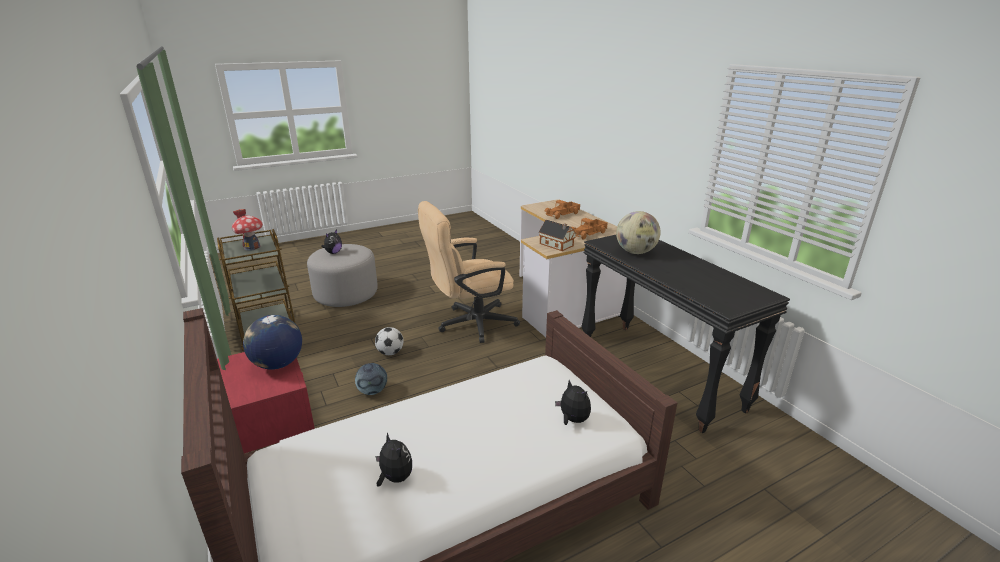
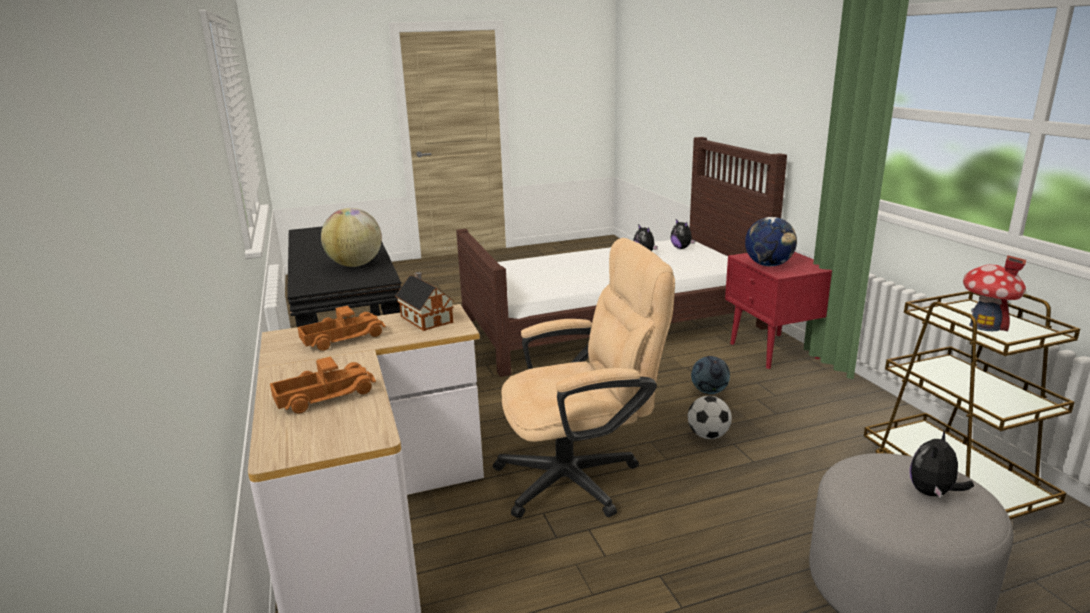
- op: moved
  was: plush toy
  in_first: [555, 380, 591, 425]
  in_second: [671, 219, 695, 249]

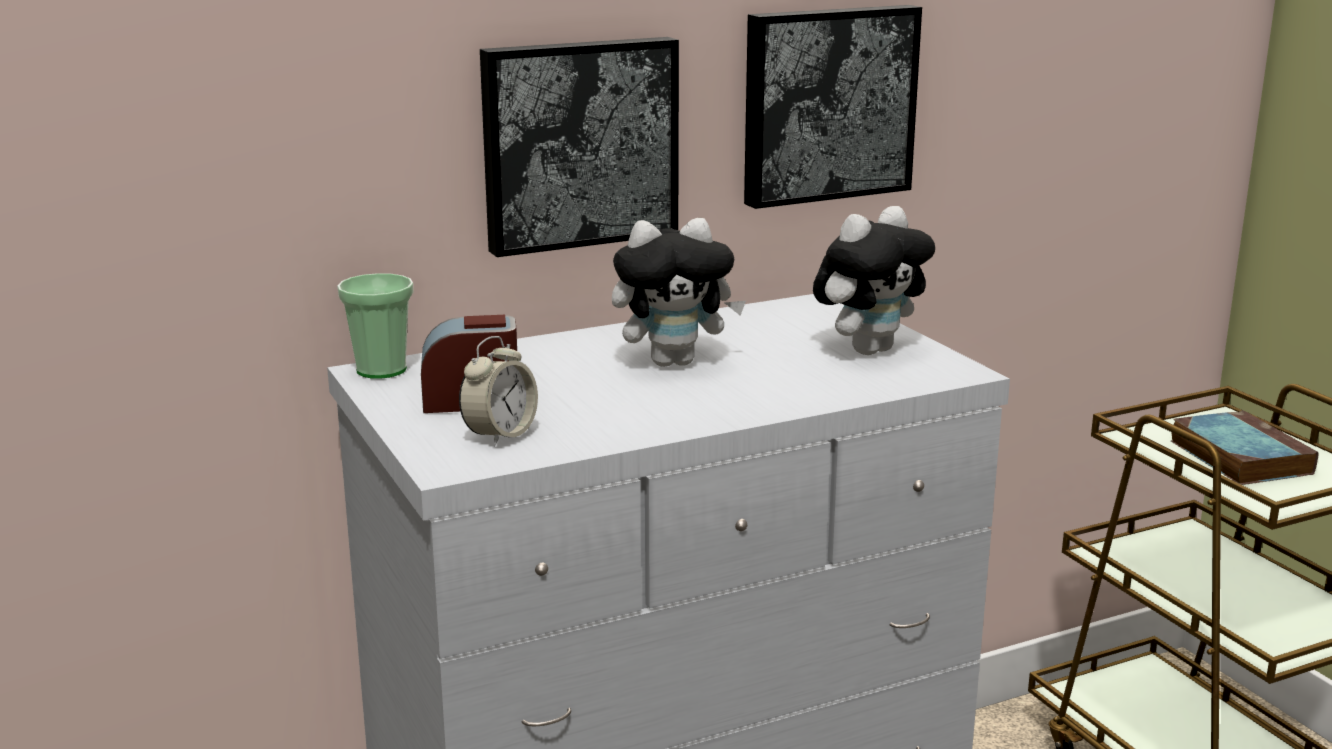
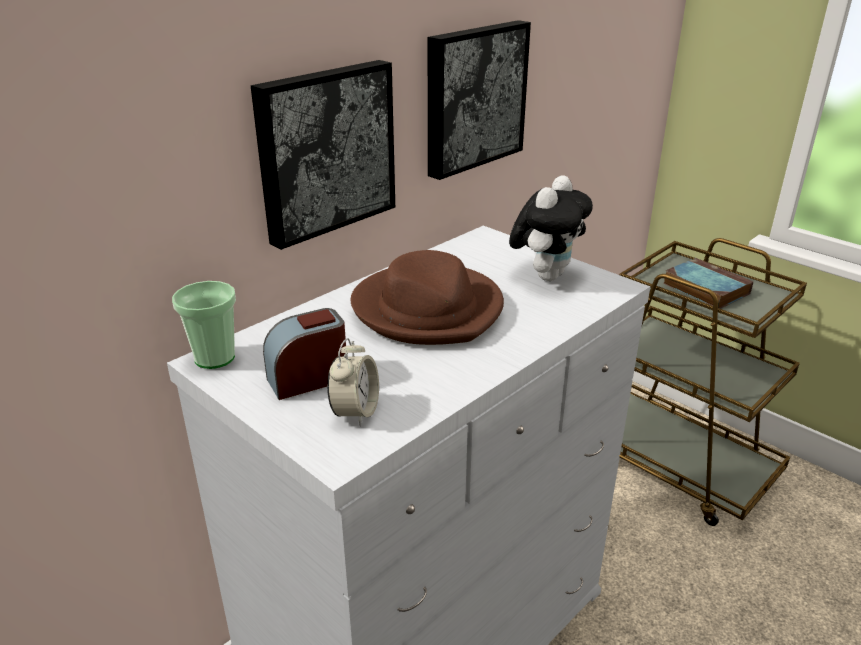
- op: replaced
  was: plush toy
  now: hat (brown)
  in_first: [612, 218, 746, 367]
  in_second: [351, 250, 504, 345]

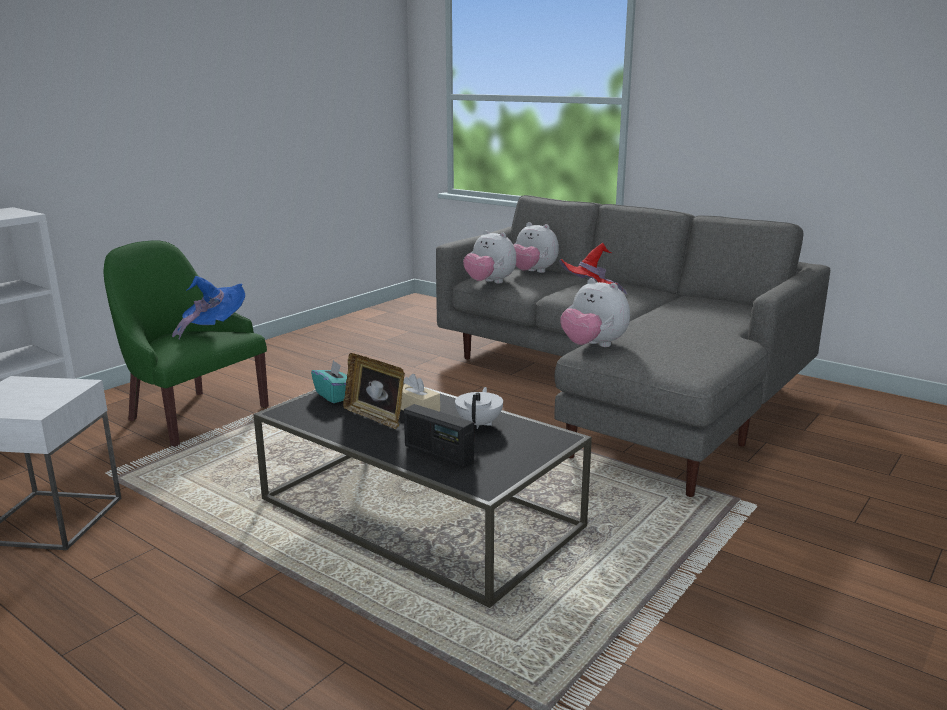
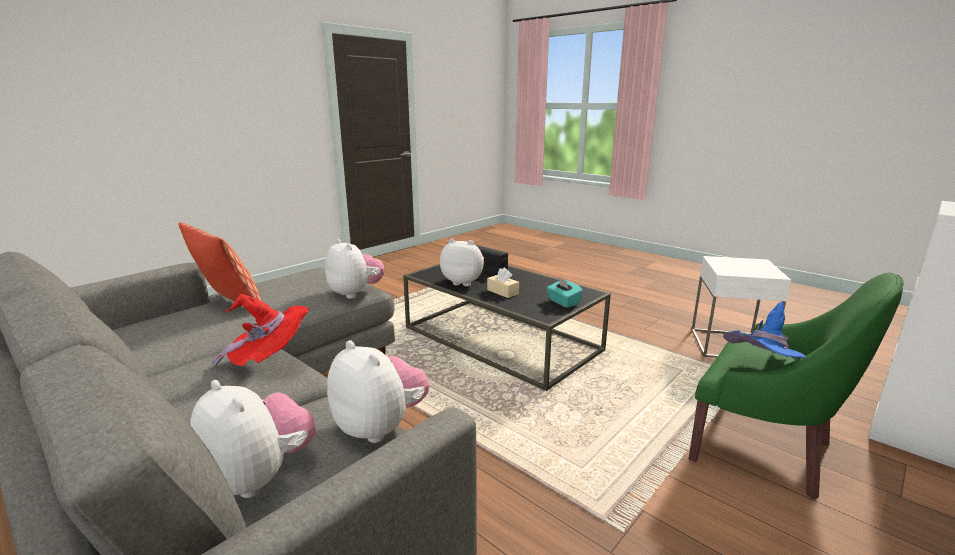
- op: removed
  was: picture frame
  in_first: [343, 353, 405, 429]
- op: replaced
  was: teapot (white)
  now: plush toy
  in_first: [455, 387, 503, 429]
  in_second: [440, 239, 484, 286]
- op: added
  now: pillow
  in_second: [179, 222, 262, 301]

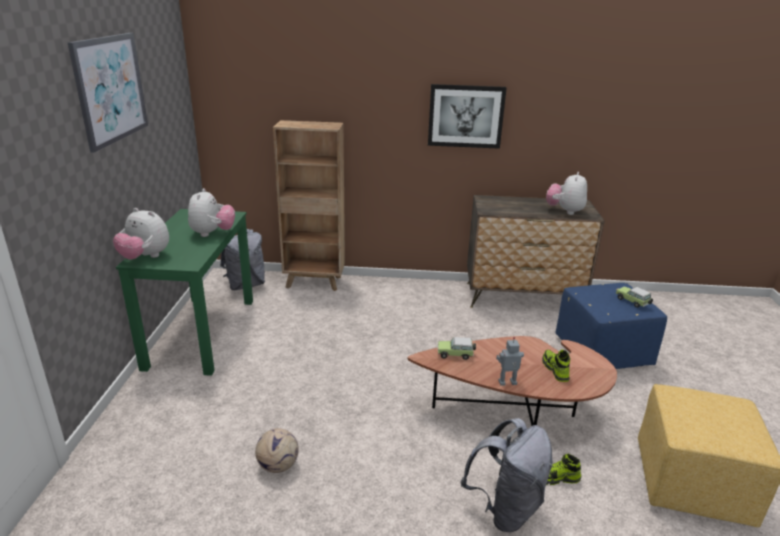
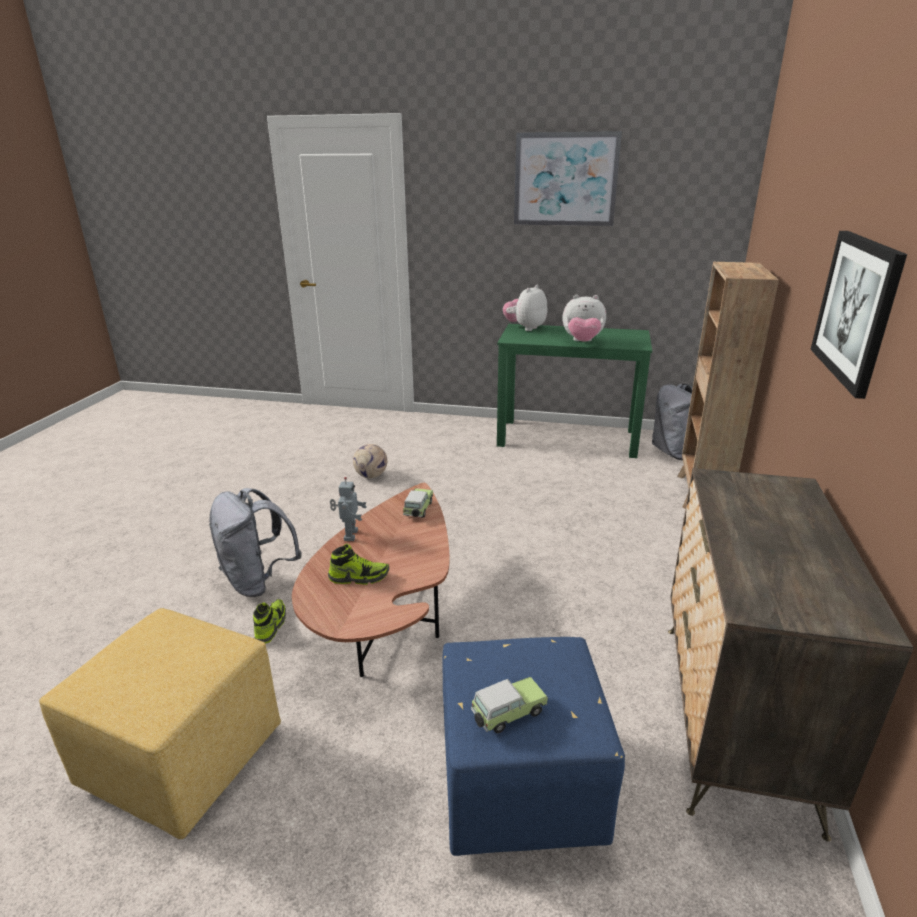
- op: removed
  was: plush toy
  in_first: [546, 172, 587, 215]

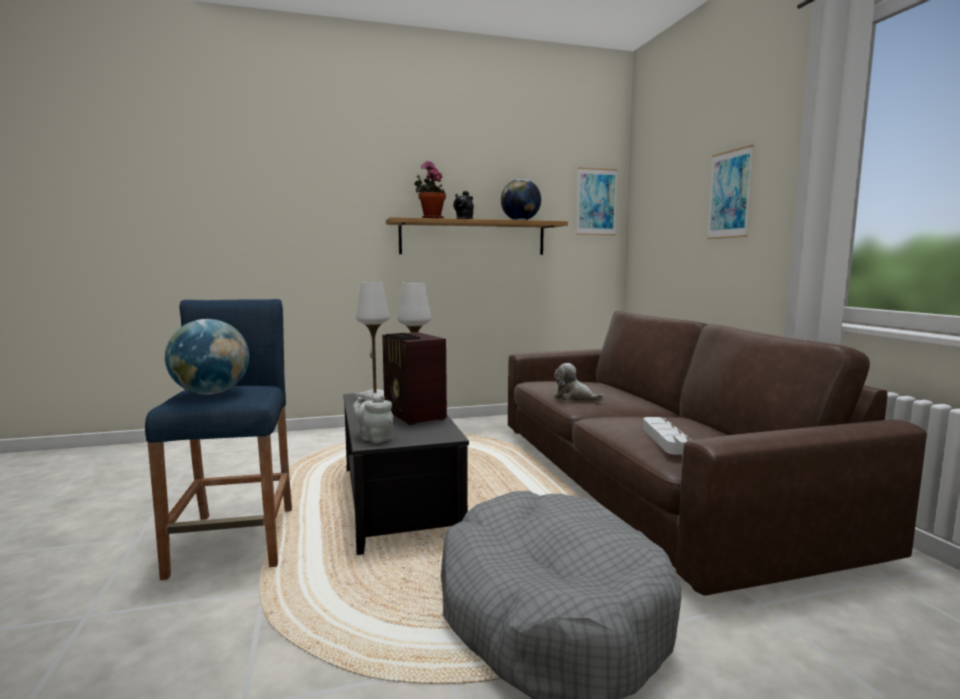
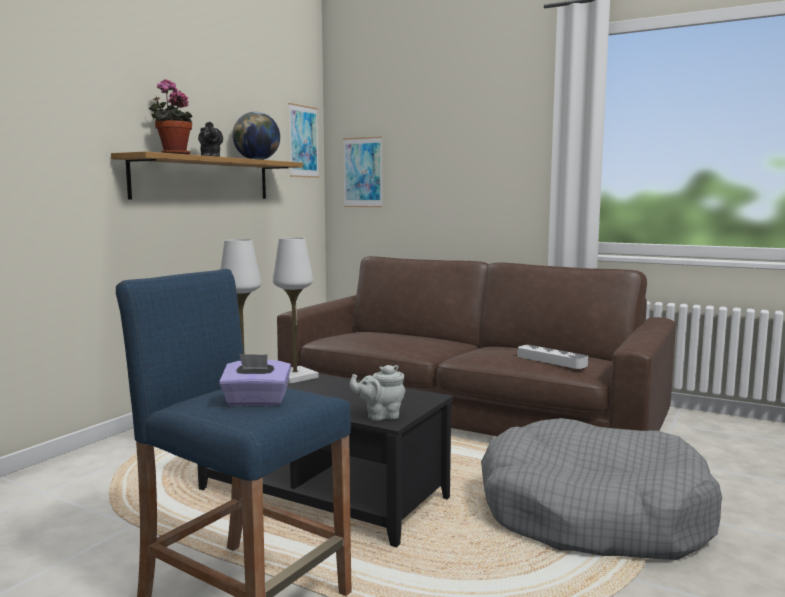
- op: moved
  was: picture
  in_first: [707, 145, 754, 239]
  in_second: [343, 136, 383, 207]
- op: replaced
  was: globe
  now: tissue box (purple)
  in_first: [165, 319, 249, 395]
  in_second: [219, 354, 291, 406]
- op: removed
  was: radio
  in_first: [382, 332, 447, 425]
- op: removed
  was: plush toy
  in_first: [554, 363, 604, 401]

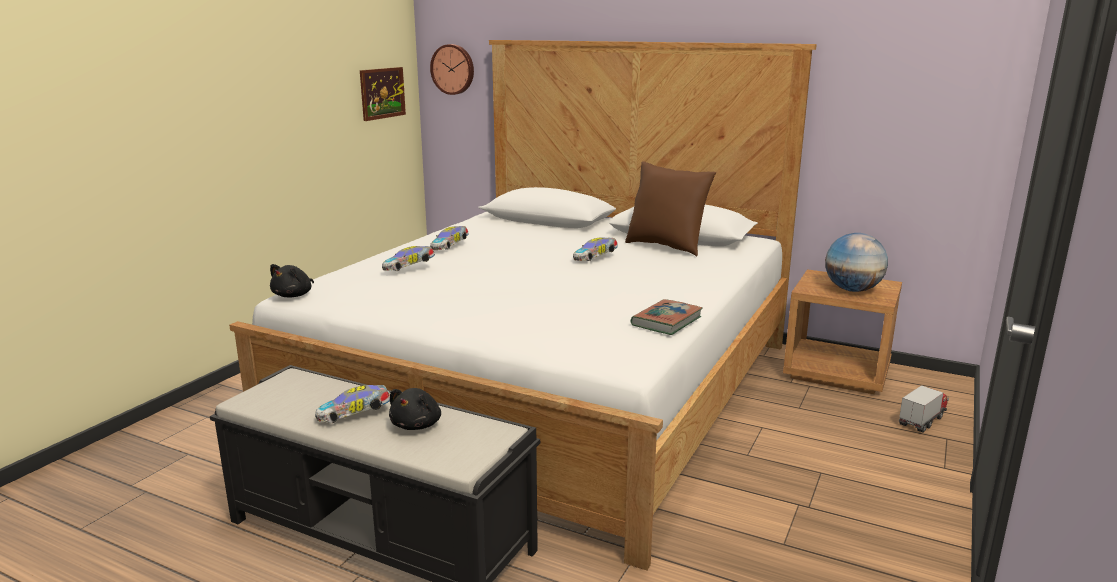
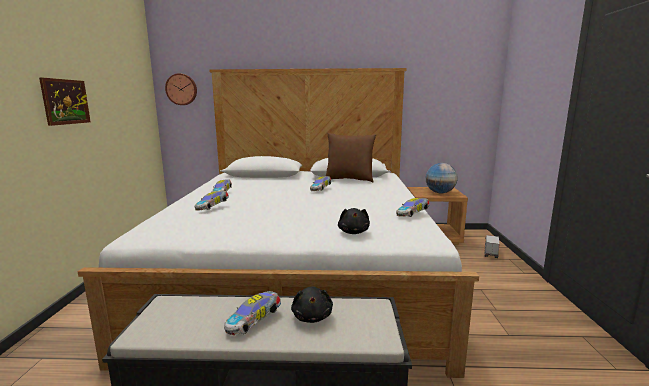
- op: moved
  was: picture
  in_first: [360, 67, 406, 121]
  in_second: [39, 77, 91, 126]
- op: moved
  was: plush toy (black)
  in_first: [270, 264, 314, 297]
  in_second: [338, 208, 370, 234]
- op: replaced
  was: book
  now: toy car
  in_first: [631, 299, 703, 335]
  in_second: [396, 198, 430, 217]

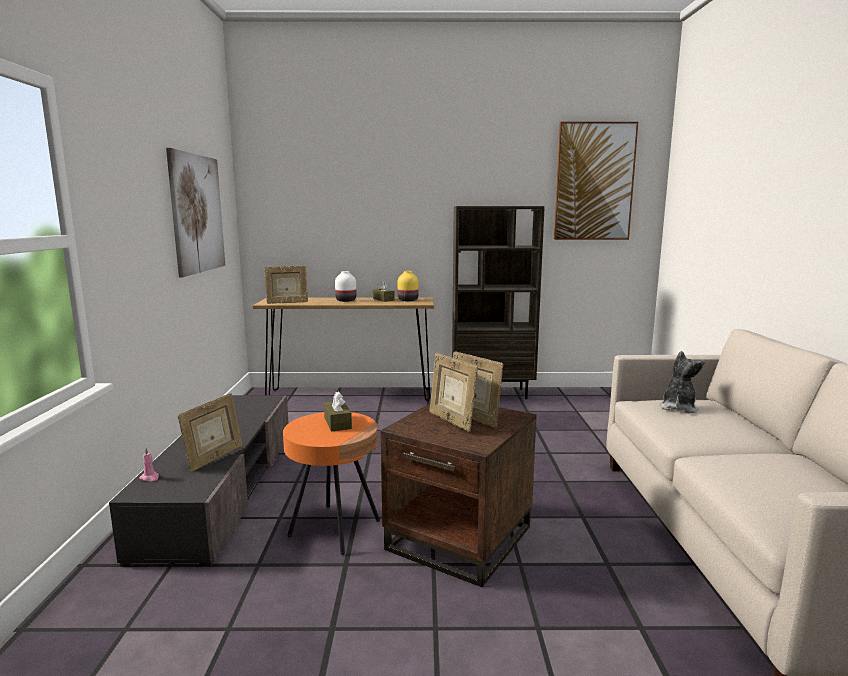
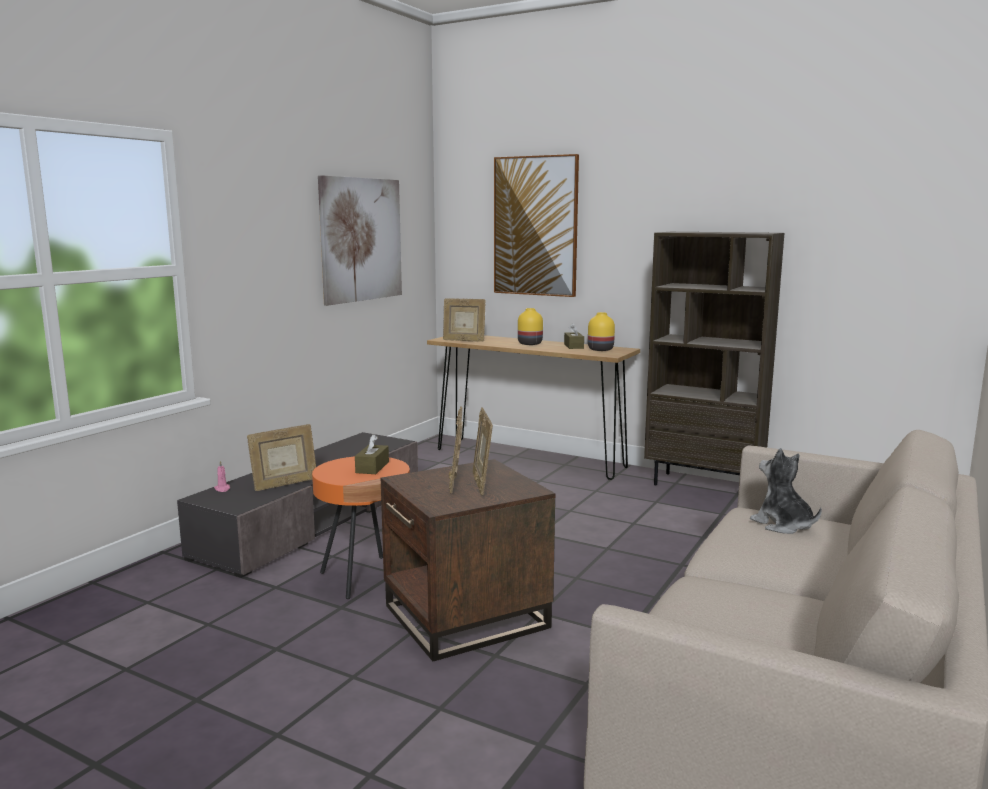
- op: moved
  was: picture
  in_first: [554, 122, 638, 240]
  in_second: [494, 154, 579, 297]
- op: recoloured
  was: vase (white)
  now: vase (yellow)
  in_first: [335, 271, 356, 302]
  in_second: [518, 308, 543, 345]
- op: turned
  was: plush toy
  in_first: [659, 351, 705, 413]
  in_second: [750, 448, 822, 534]
  clockwise: -90

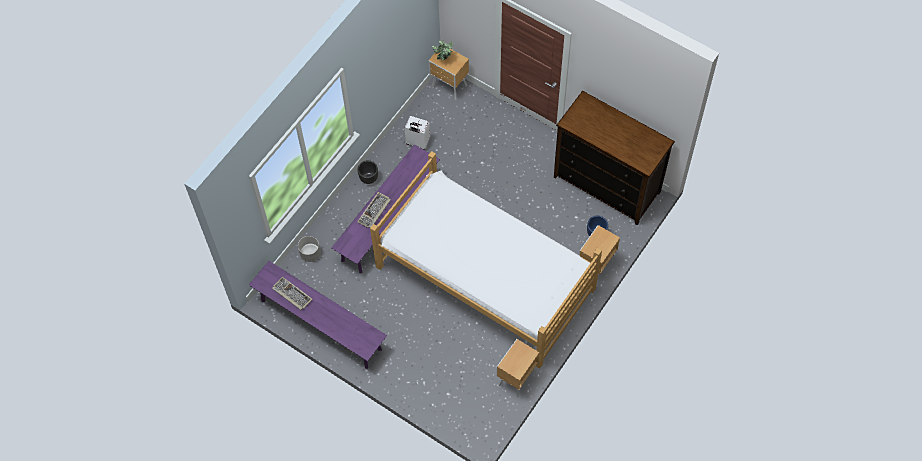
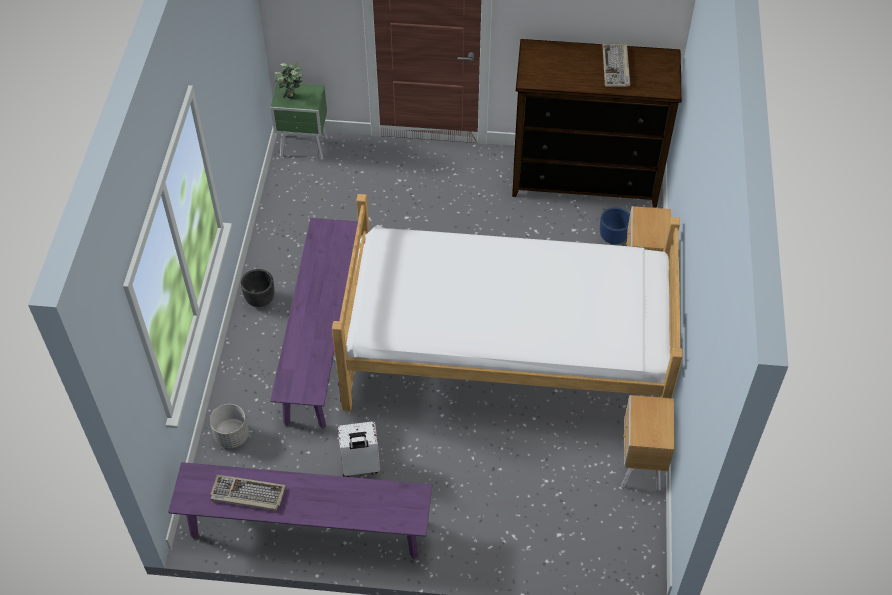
- op: recoloured
  was: nightstand (brown)
  now: nightstand (green)
  in_first: [428, 44, 469, 100]
  in_second: [270, 83, 328, 160]
- op: moved
  was: suitcase (white)
  in_first: [405, 116, 430, 150]
  in_second: [338, 421, 380, 477]
- op: moved
  was: keyboard
  in_first: [357, 192, 391, 228]
  in_second: [602, 44, 630, 87]

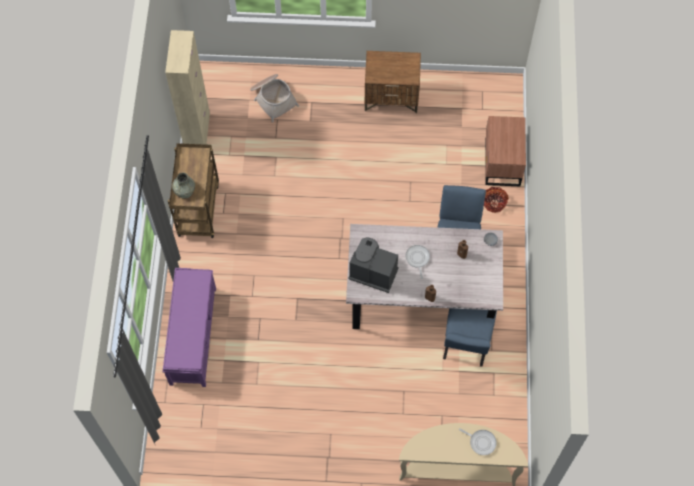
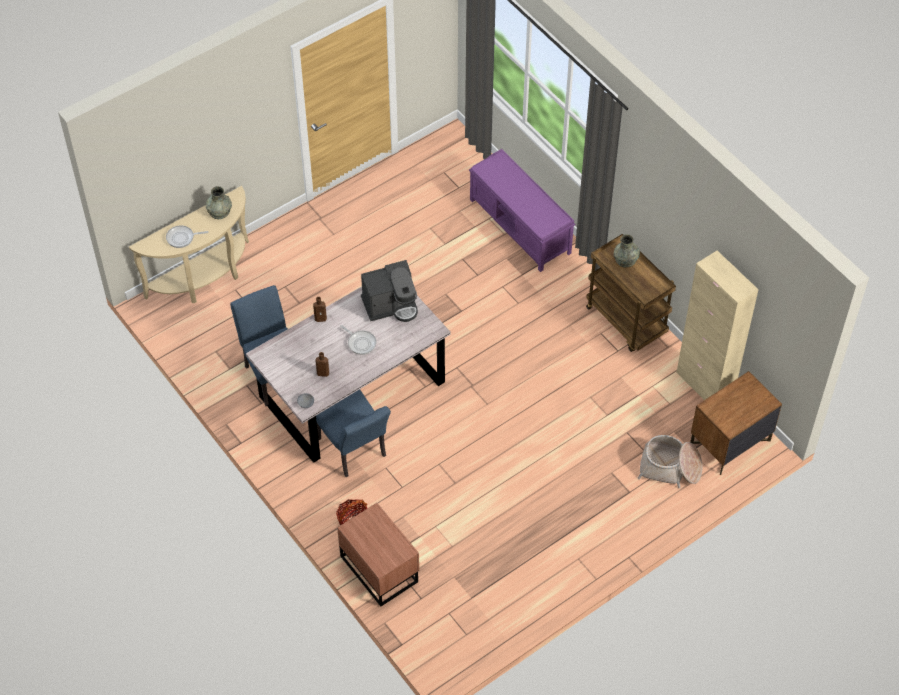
- op: moved
  was: nightstand (brown)
  in_first: [365, 51, 421, 113]
  in_second: [690, 371, 782, 475]
- op: added
  now: vase (grey)
  in_second: [206, 186, 232, 219]

